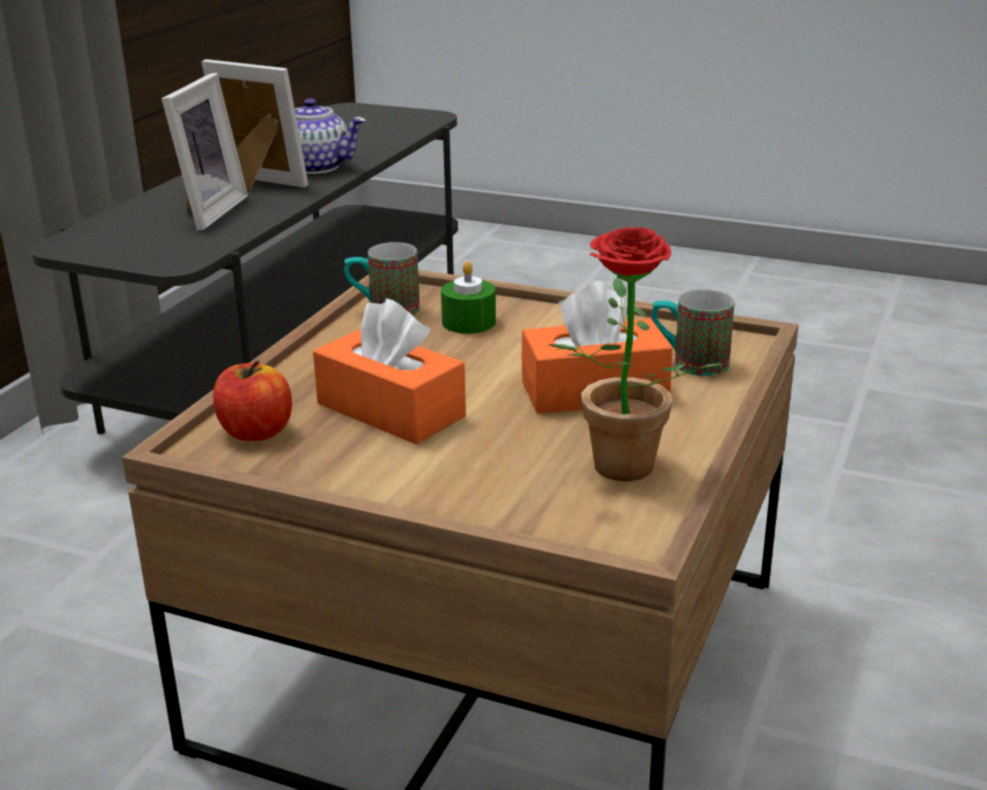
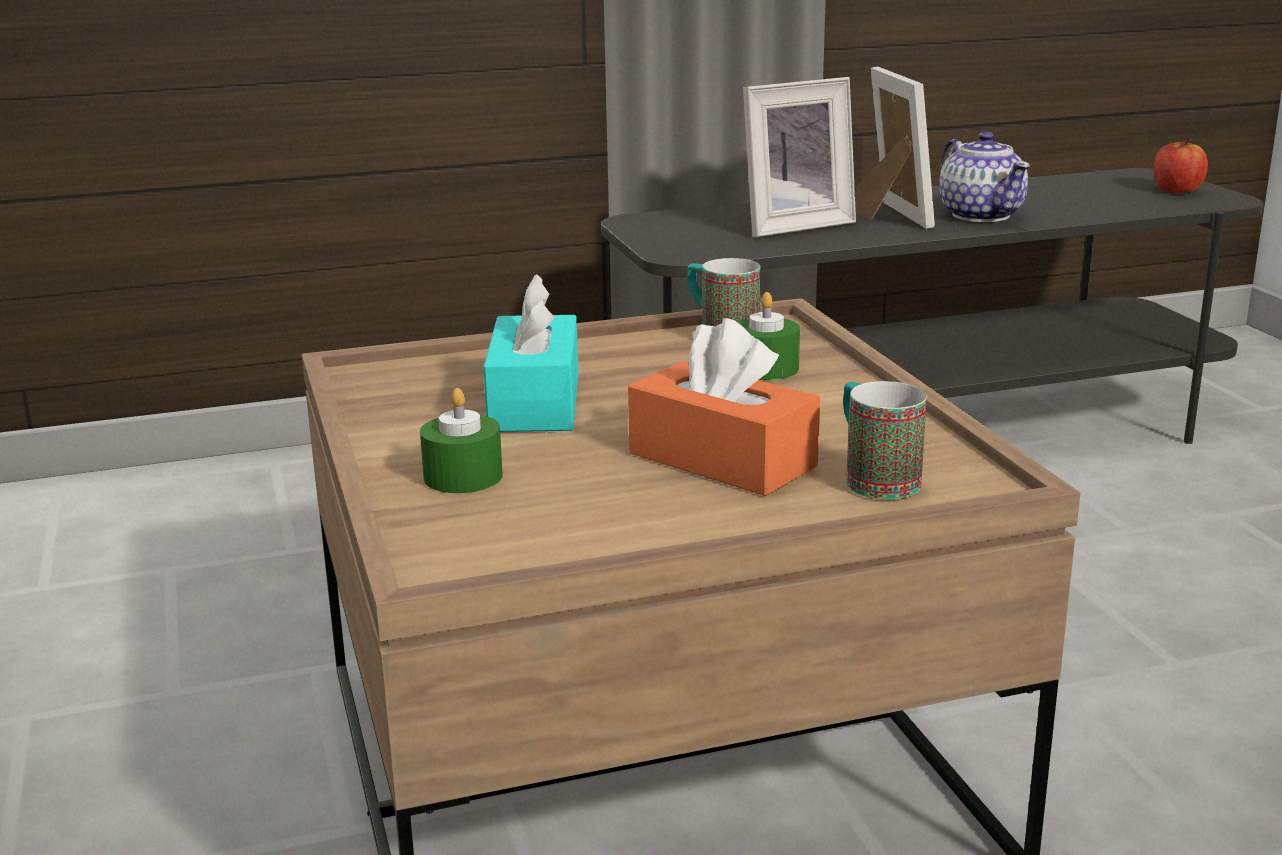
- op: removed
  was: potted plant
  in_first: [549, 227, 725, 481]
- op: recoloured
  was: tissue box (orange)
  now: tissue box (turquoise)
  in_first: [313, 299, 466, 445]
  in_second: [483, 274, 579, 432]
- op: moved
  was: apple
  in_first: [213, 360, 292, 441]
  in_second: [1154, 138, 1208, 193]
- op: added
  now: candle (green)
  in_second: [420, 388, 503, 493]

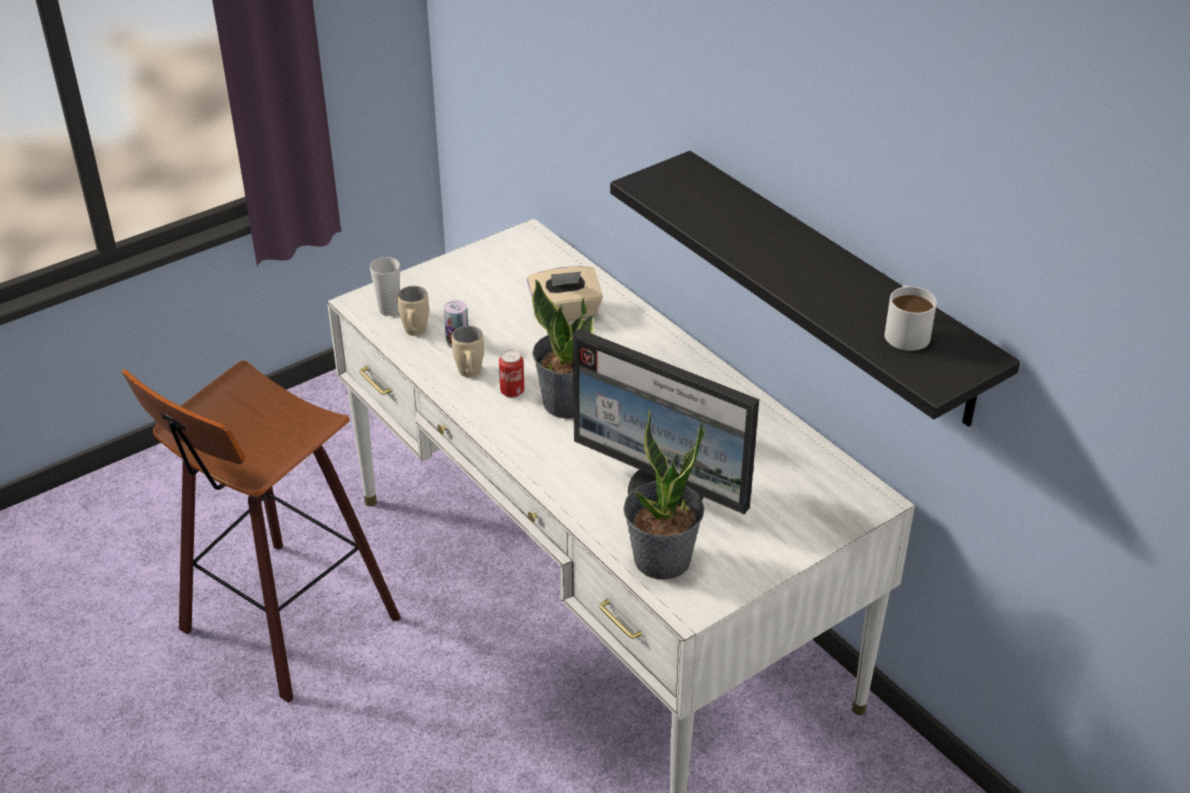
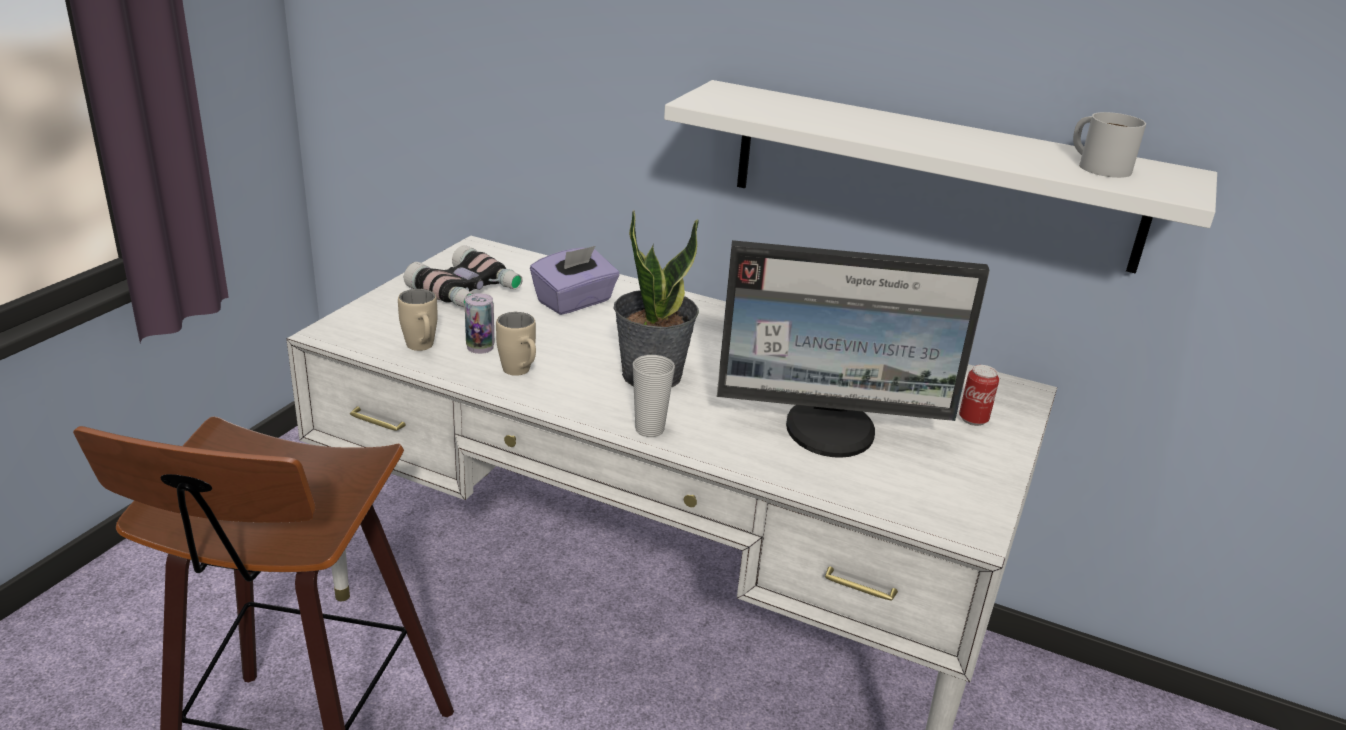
- op: recoloured
  was: shelf (black)
  now: shelf (white)
  in_first: [610, 151, 1020, 427]
  in_second: [664, 80, 1217, 274]
- op: moved
  was: cup
  in_first: [370, 257, 400, 316]
  in_second: [633, 355, 675, 437]
- op: recoloured
  was: tissue box (beige)
  now: tissue box (purple)
  in_first: [527, 266, 603, 321]
  in_second: [530, 246, 620, 315]
- op: moved
  was: can
  in_first: [499, 350, 525, 398]
  in_second: [959, 365, 999, 426]
- op: removed
  was: potted plant
  in_first: [623, 409, 705, 579]
- op: added
  now: binoculars
  in_second: [404, 245, 523, 308]

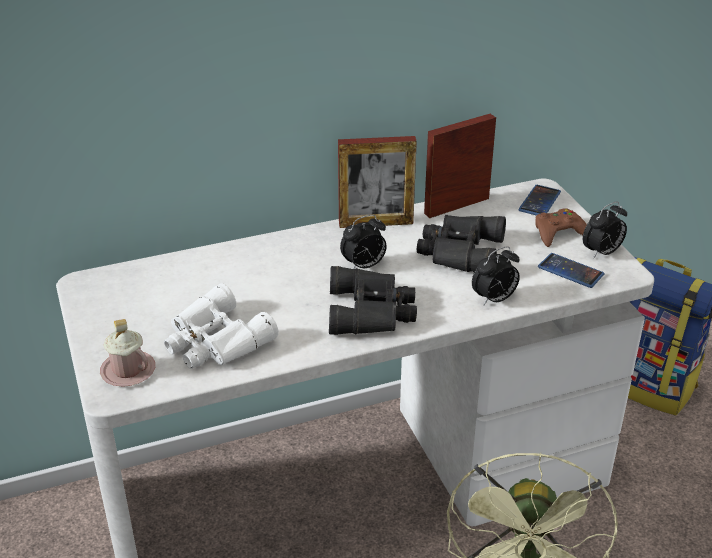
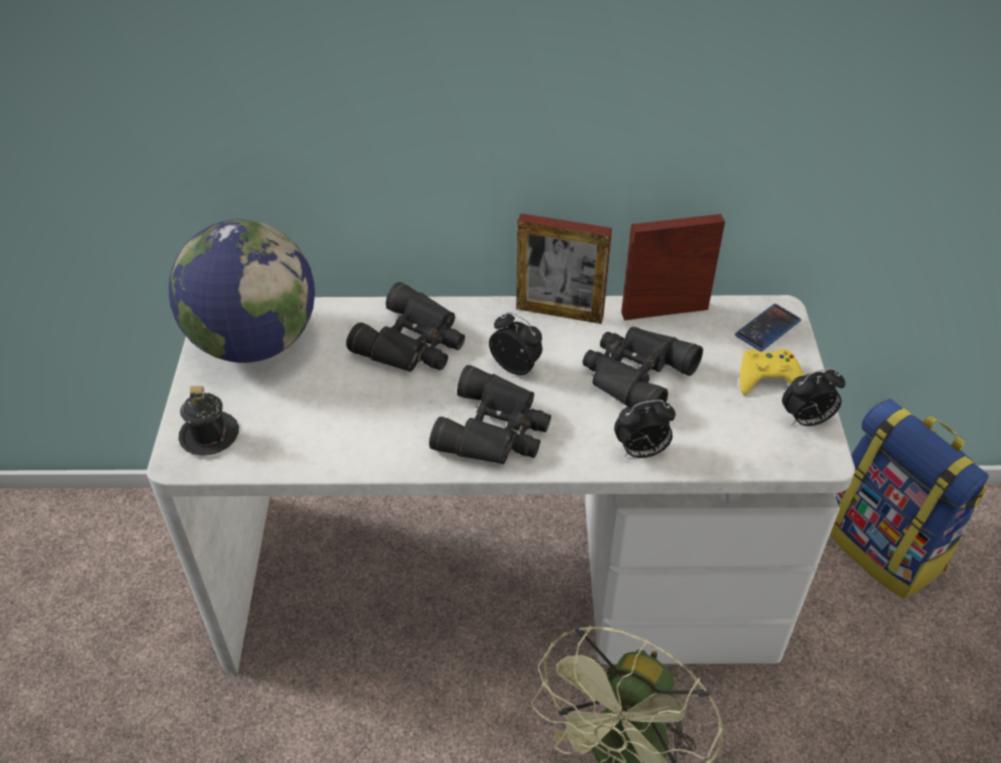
- op: recoloured
  was: game controller (brown)
  now: game controller (yellow)
  in_first: [535, 208, 587, 247]
  in_second: [739, 349, 804, 395]
- op: turned
  was: alarm clock
  in_first: [340, 215, 387, 269]
  in_second: [489, 312, 542, 375]
  clockwise: -135
- op: removed
  was: phone
  in_first: [538, 253, 605, 288]
- op: removed
  was: binoculars (white)
  in_first: [164, 283, 279, 369]
- op: recoloured
  was: mug (pink)
  now: mug (black)
  in_first: [100, 319, 155, 387]
  in_second: [178, 386, 239, 456]
- op: added
  now: globe
  in_second: [169, 219, 315, 363]
- op: added
  now: binoculars (black)
  in_second: [346, 282, 465, 372]

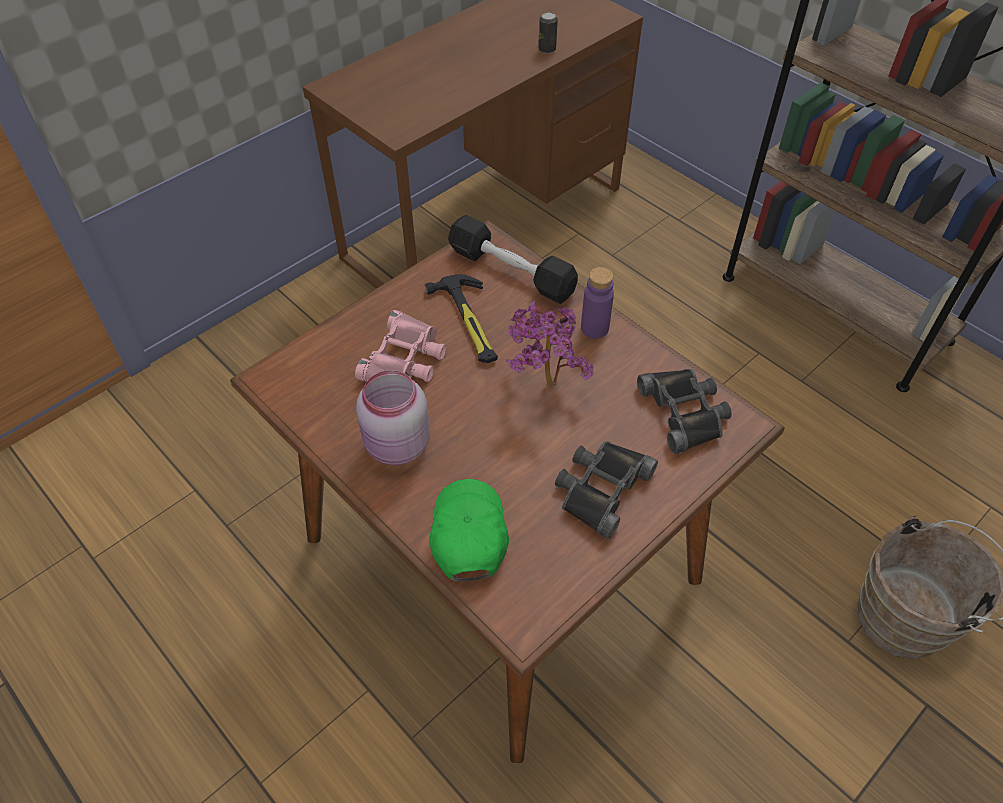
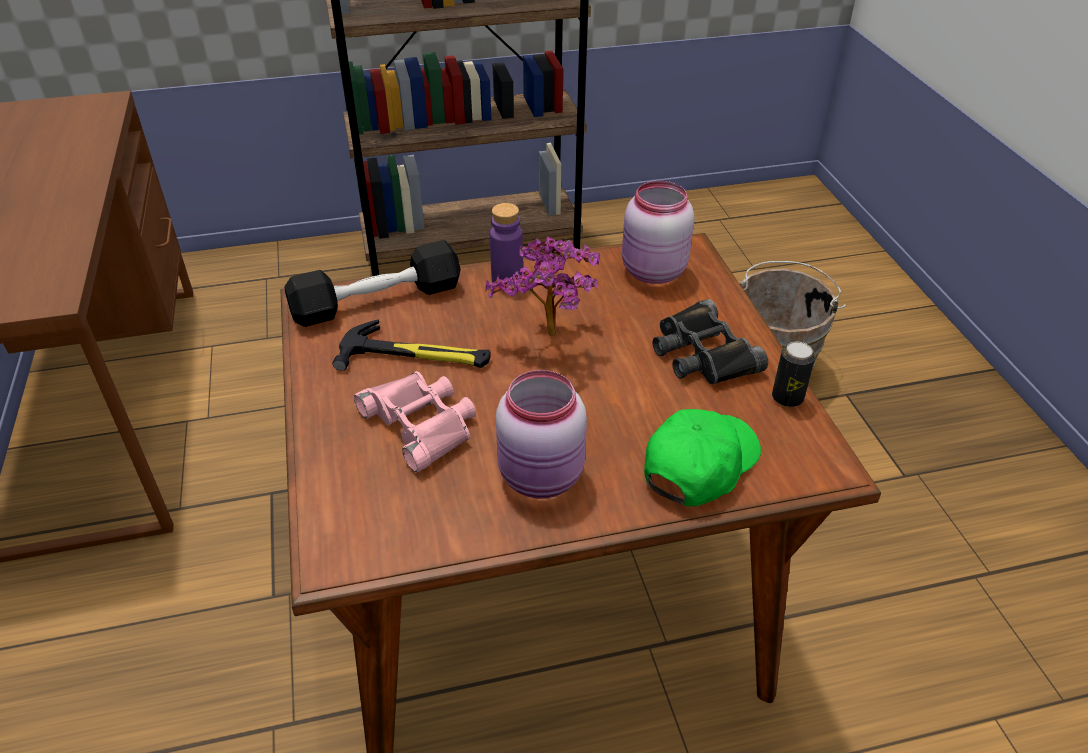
- op: moved
  was: can
  in_first: [538, 12, 558, 54]
  in_second: [772, 342, 816, 407]
- op: replaced
  was: binoculars (black)
  now: jar (pink)
  in_first: [637, 369, 732, 454]
  in_second: [622, 181, 695, 284]
- op: turned
  was: cap (green)
  in_first: [429, 479, 509, 582]
  in_second: [644, 409, 761, 506]
  clockwise: 105

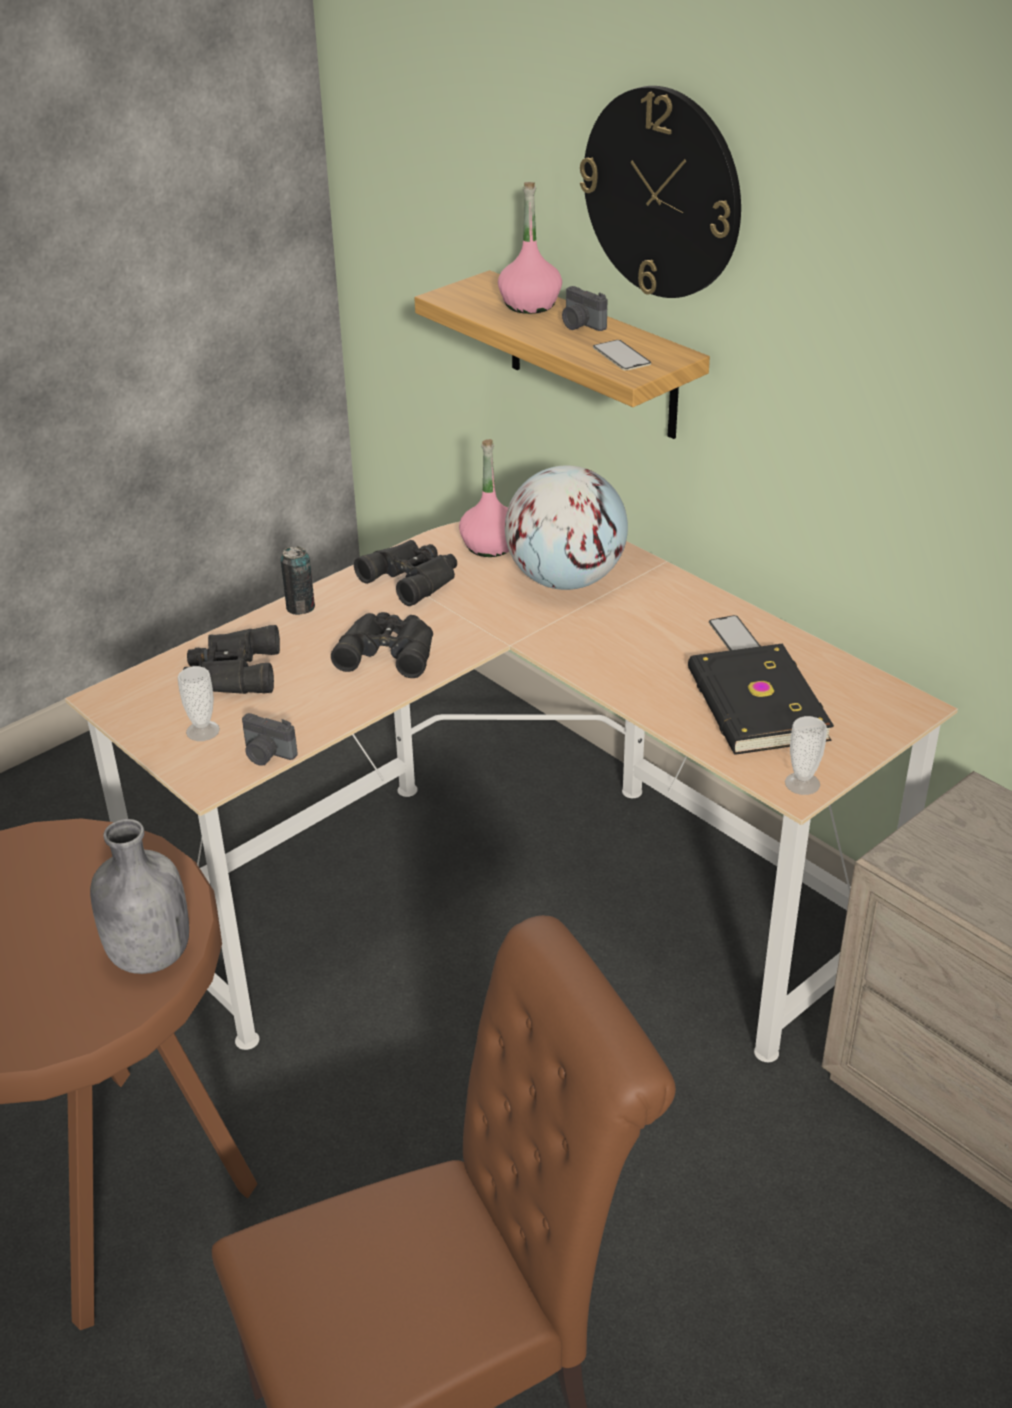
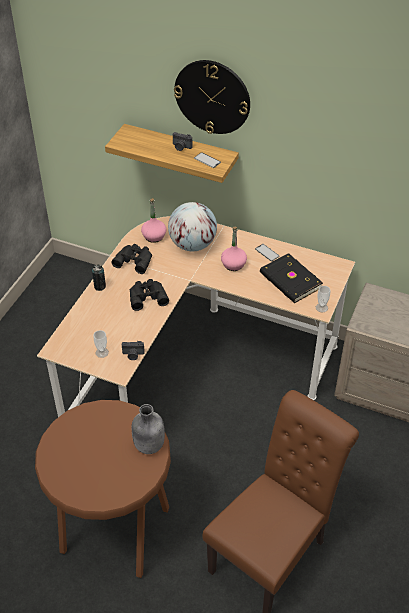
- op: moved
  was: bottle (pink)
  in_first: [498, 182, 562, 314]
  in_second: [221, 226, 247, 271]
- op: removed
  was: binoculars (black)
  in_first: [183, 625, 280, 694]

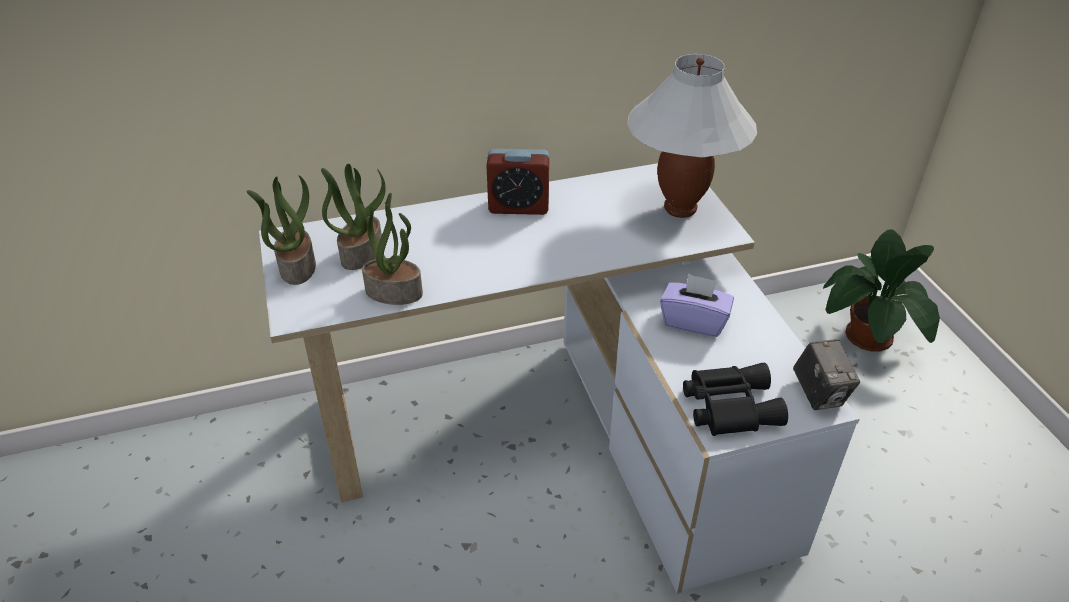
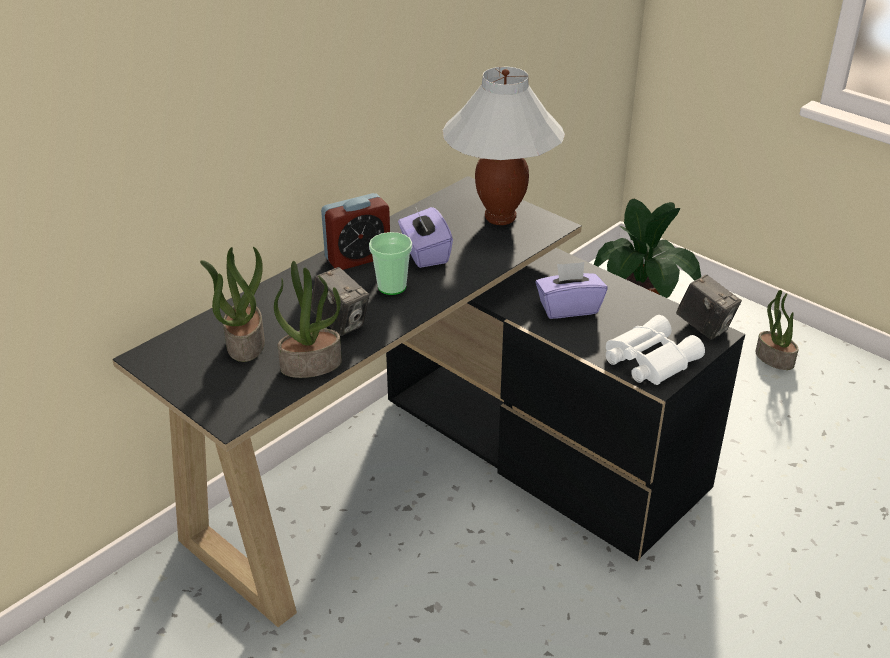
- op: recoloured
  was: desk (white)
  now: desk (black)
  in_first: [259, 163, 860, 594]
  in_second: [112, 176, 745, 627]
- op: moved
  was: potted plant
  in_first: [247, 175, 316, 285]
  in_second: [755, 290, 798, 370]
- op: recoloured
  was: binoculars (black)
  now: binoculars (white)
  in_first: [683, 363, 788, 436]
  in_second: [606, 315, 705, 385]
- op: added
  now: tissue box (purple)
  in_second: [398, 206, 453, 268]
- op: added
  now: cup
  in_second: [369, 232, 412, 295]
- op: added
  now: photo camera
  in_second: [311, 267, 369, 336]

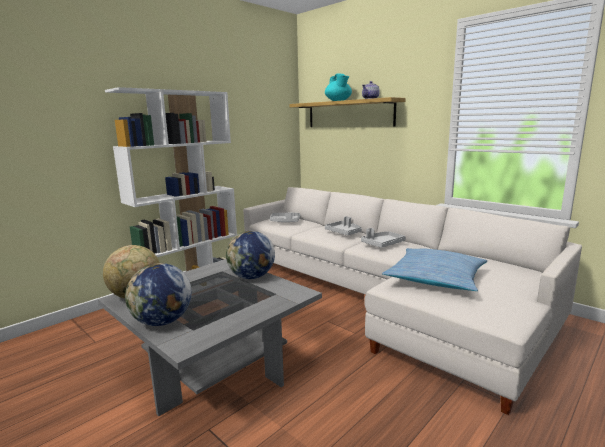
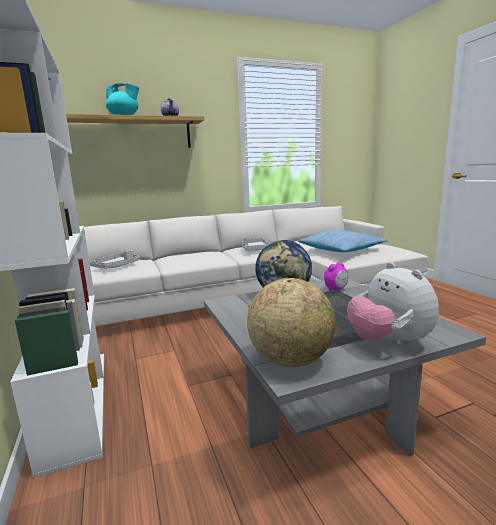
- op: removed
  was: tray (grey)
  in_first: [325, 216, 362, 235]
- op: replaced
  was: globe
  now: plush toy
  in_first: [125, 263, 192, 326]
  in_second: [347, 262, 439, 347]
- op: added
  now: alarm clock
  in_second: [324, 263, 348, 291]

